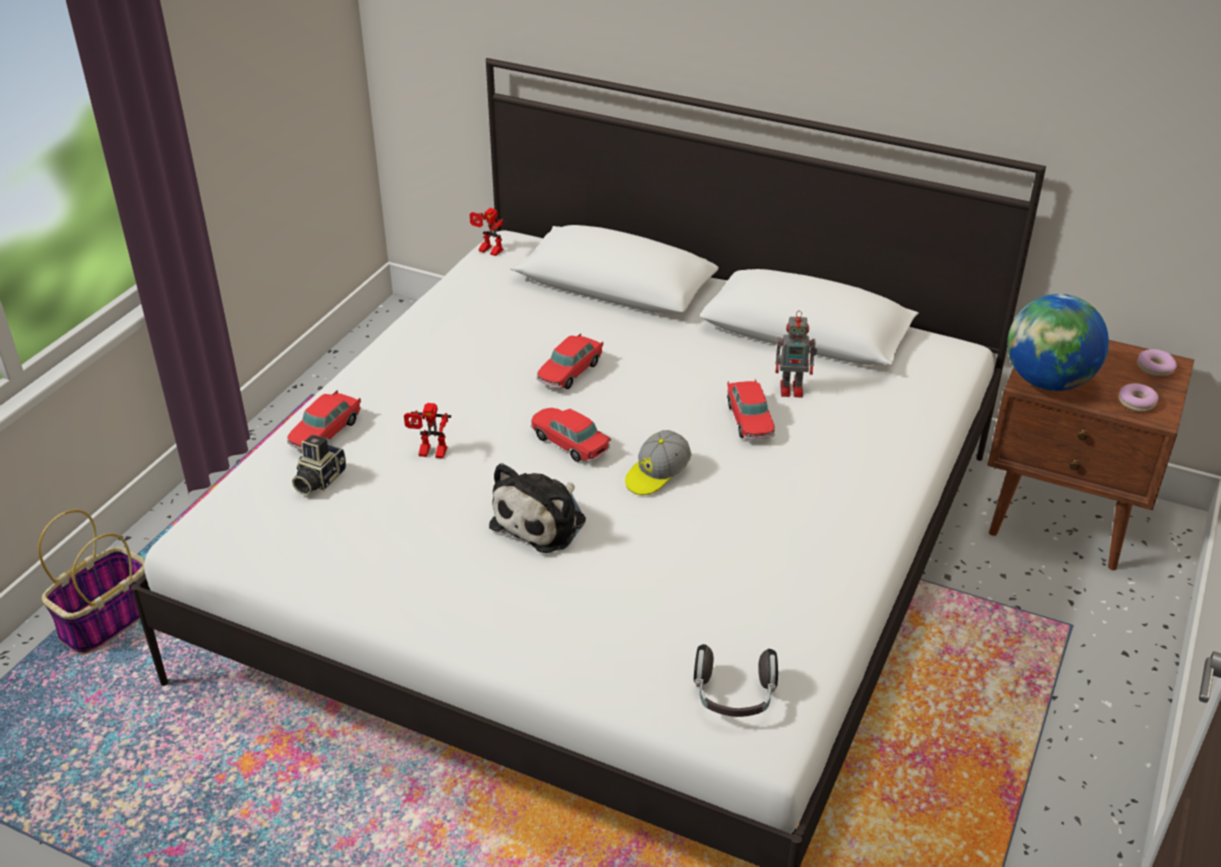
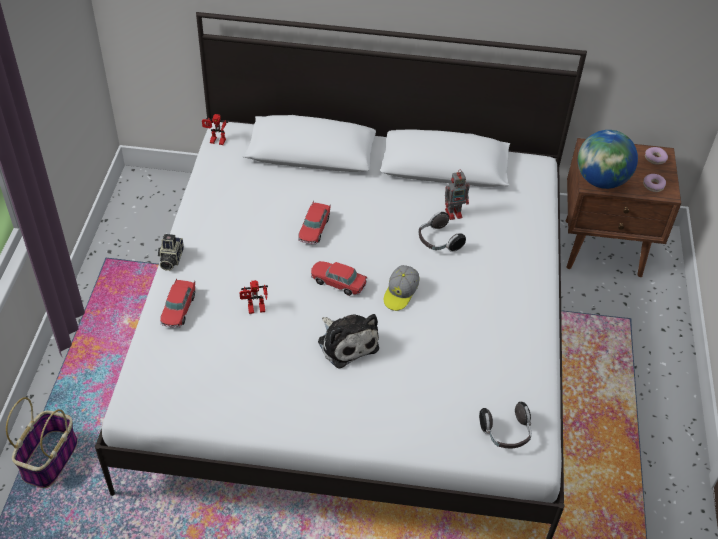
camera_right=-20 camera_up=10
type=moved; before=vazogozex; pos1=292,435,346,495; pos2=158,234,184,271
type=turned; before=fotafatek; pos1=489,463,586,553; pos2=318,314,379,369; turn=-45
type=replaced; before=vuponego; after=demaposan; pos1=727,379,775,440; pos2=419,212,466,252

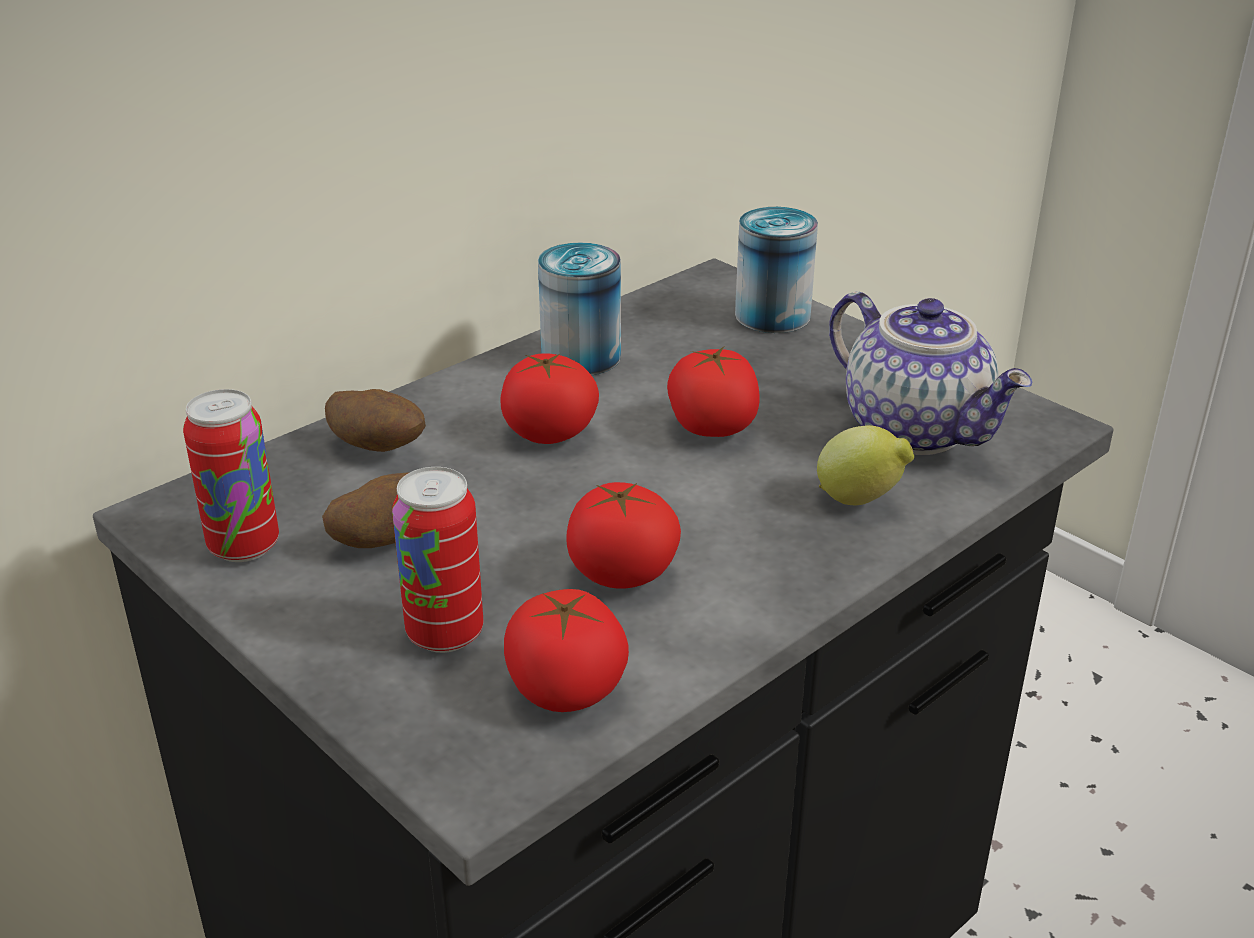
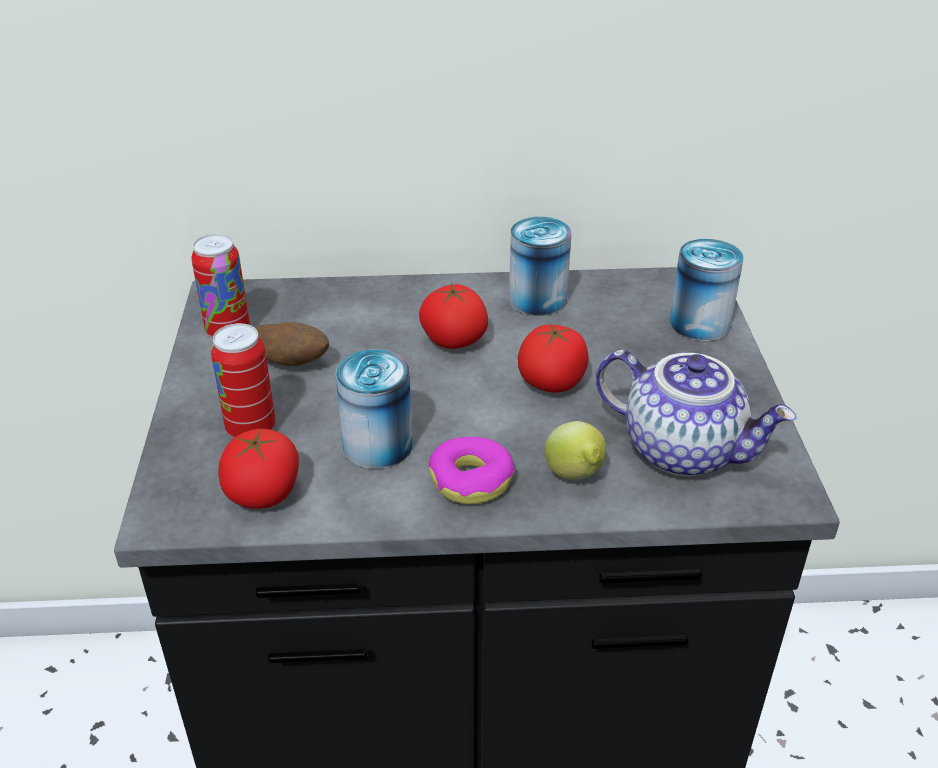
camera_right=40 camera_up=5
type=removed; before=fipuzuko; pos1=325,389,426,452
type=replaced; before=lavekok; after=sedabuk; pos1=566,482,681,589; pos2=336,349,413,469
type=turned; before=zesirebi; pos1=829,291,1032,455; pos2=596,350,796,477; turn=-60
type=added; after=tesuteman; pos2=429,437,515,504

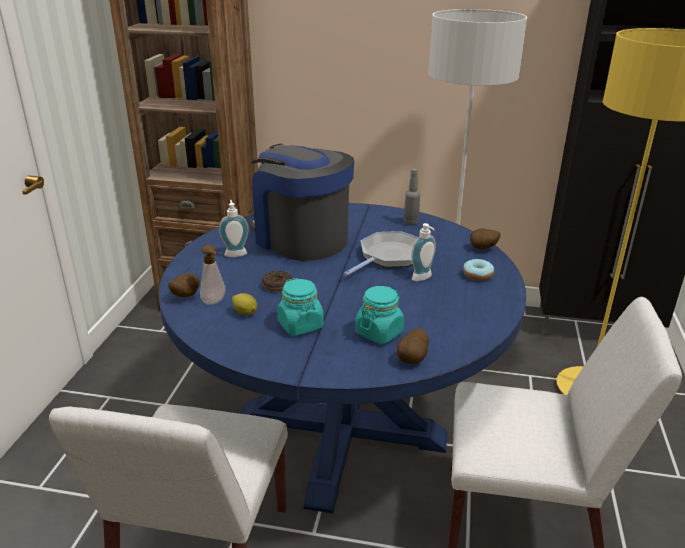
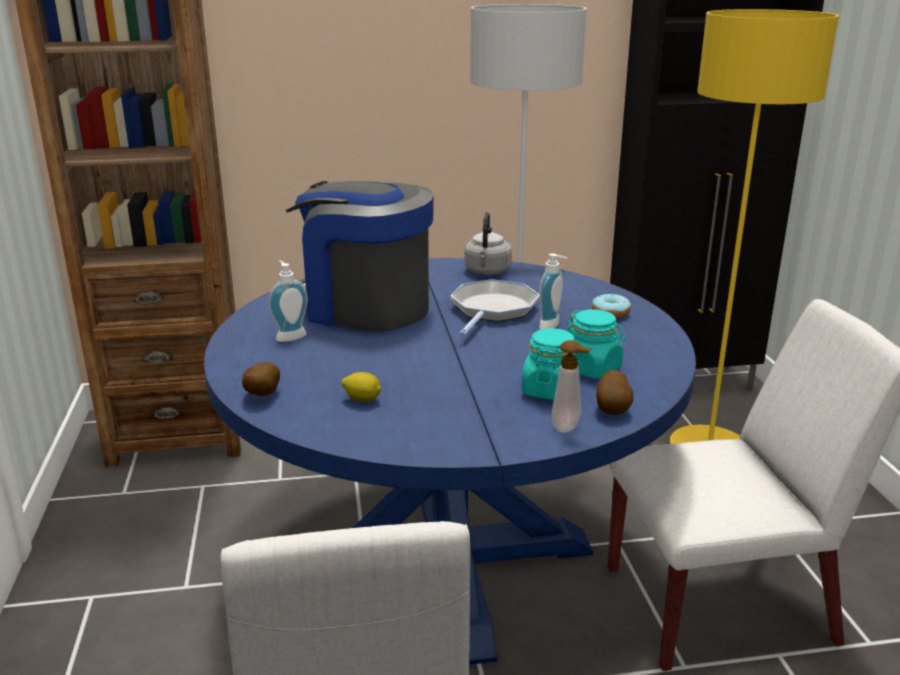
camera_right=-20 camera_up=-5
type=moved; before=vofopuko; pos1=200,245,226,305; pos2=552,340,591,433
type=removed; before=tesuteman; pos1=262,271,292,292
type=moved; before=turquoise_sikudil; pos1=277,278,324,336; pos2=567,309,626,379
type=replaced; before=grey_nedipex; after=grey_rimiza; pos1=404,168,420,226; pos2=464,212,512,275
type=removed; before=fipuzuko; pos1=470,228,501,250

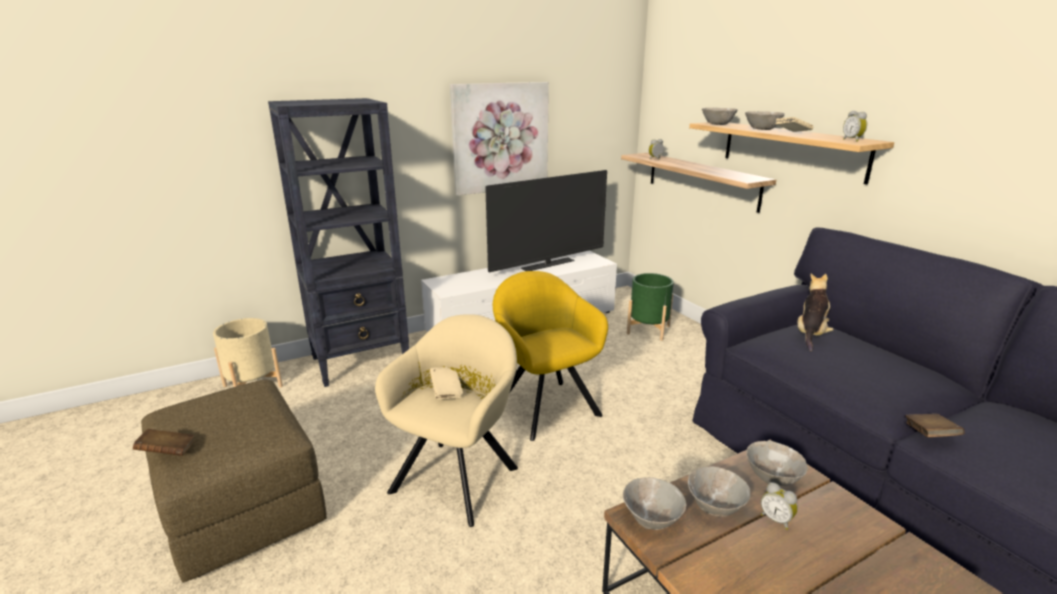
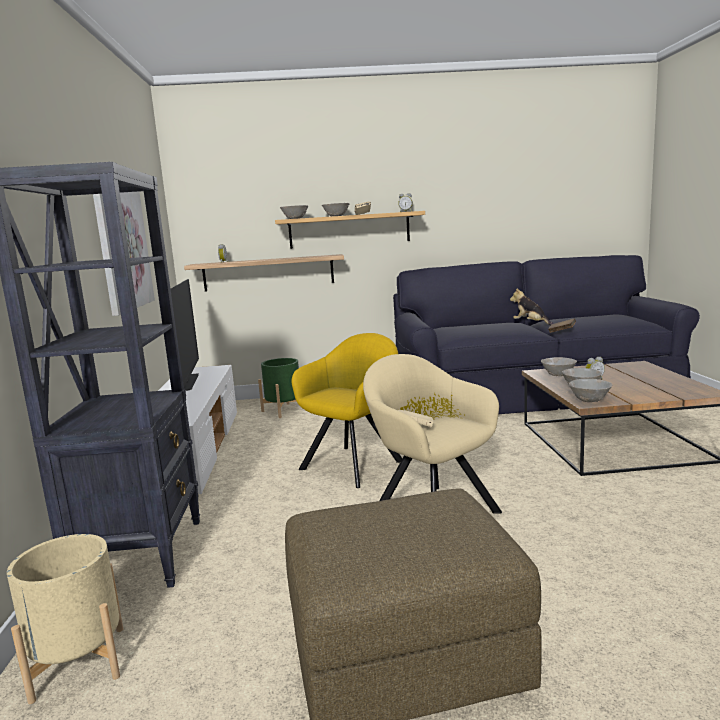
camera_right=-65 camera_up=-10
type=removed; before=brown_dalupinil; pos1=133,429,194,456
type=turned; before=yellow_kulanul; pos1=493,271,608,441; pos2=292,333,402,488; turn=135
type=moved; before=fotafatek; pos1=797,274,834,351; pos2=510,288,553,326

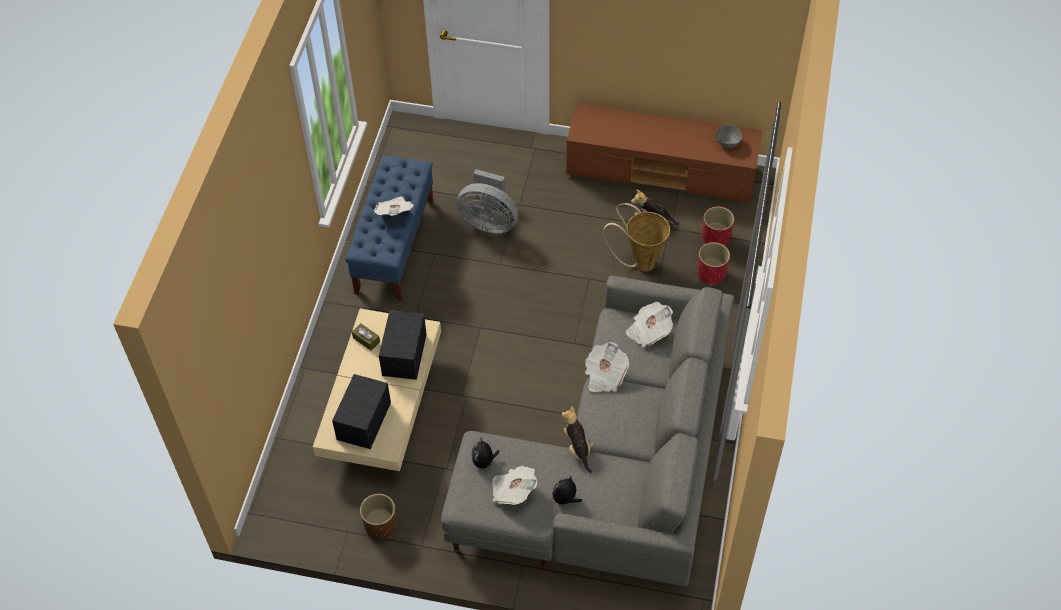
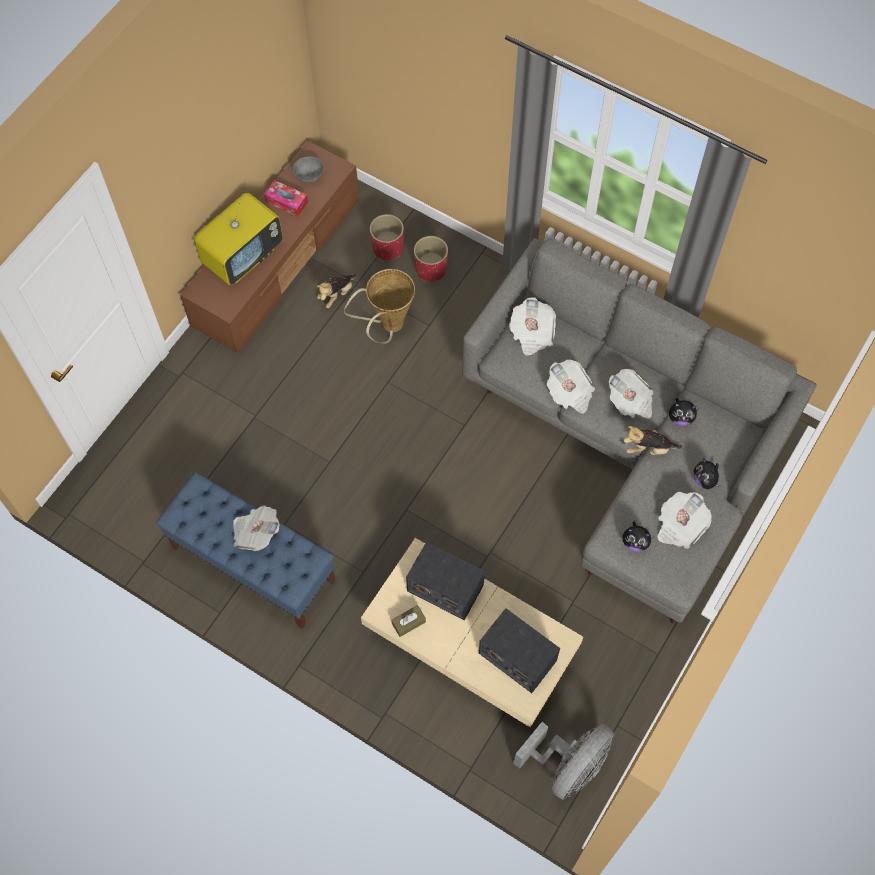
camera_right=-70 camera_up=10
type=removed; before=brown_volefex; pos1=360,494,397,540
type=moved; before=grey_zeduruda; pos1=457,169,518,234; pos2=513,722,614,800
type=added; after=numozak; pos2=194,193,283,285
type=added; after=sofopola; pos2=264,180,308,217
type=added; after=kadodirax; pos2=609,369,653,419
type=added; after=fotafatek; pos2=669,398,697,426

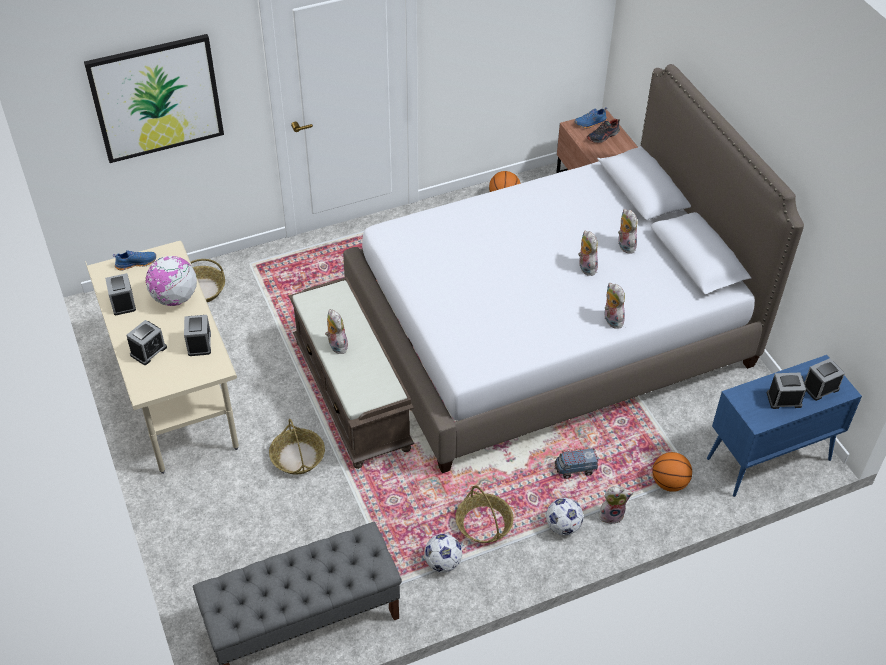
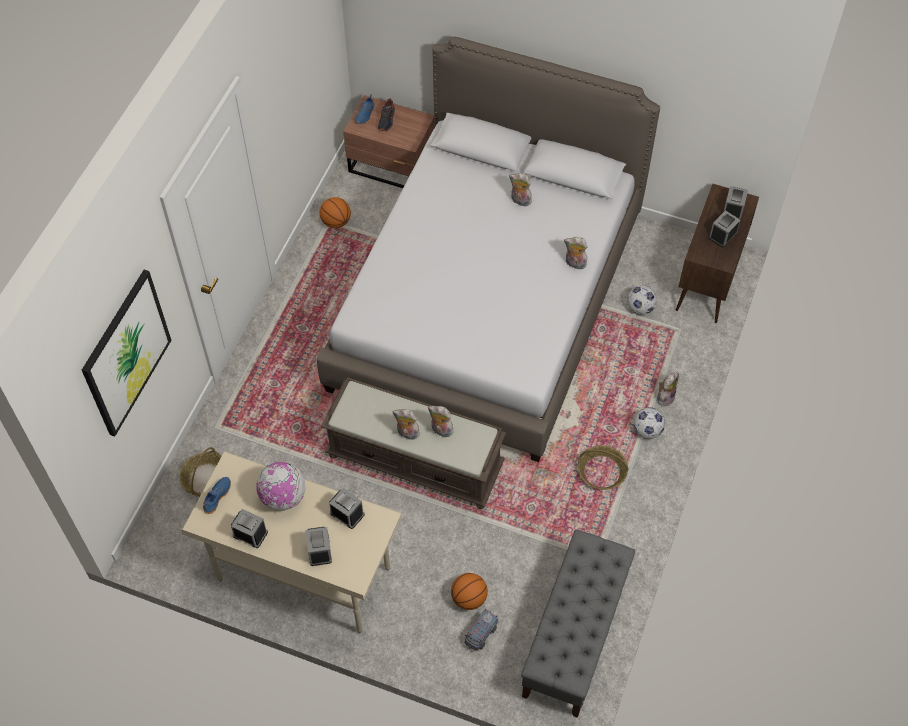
camera_right=-45 camera_up=10
type=removed; before=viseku; pos1=269,419,325,475
type=moved; before=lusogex; pos1=424,534,462,572; pos2=627,285,657,315
type=moved; before=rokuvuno; pos1=554,448,598,479; pos2=464,609,498,651
type=moved; before=fotafatek; pos1=578,231,598,276; pos2=428,406,454,437
type=moved; before=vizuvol; pos1=652,452,692,492; pos2=451,573,488,610
type=recoloured; before=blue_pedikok; after=brown_pedikok; pos1=707,355,862,497; pos2=676,184,759,323

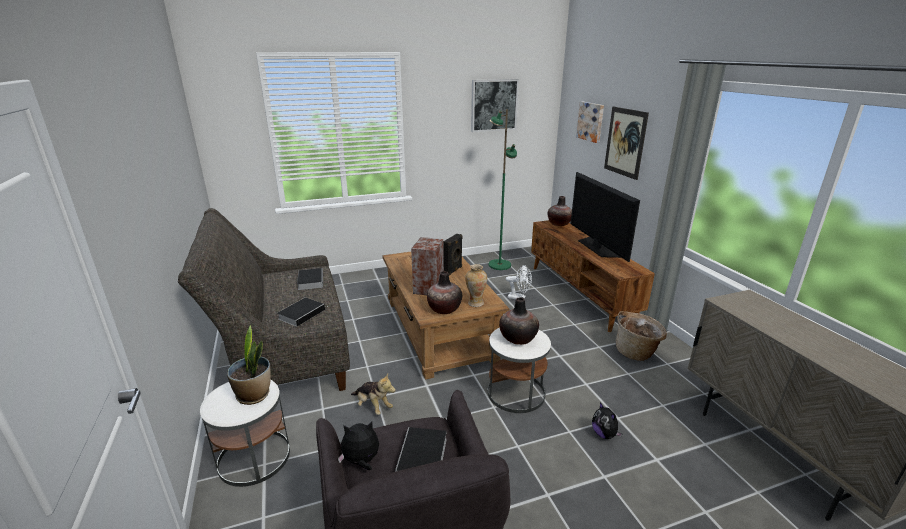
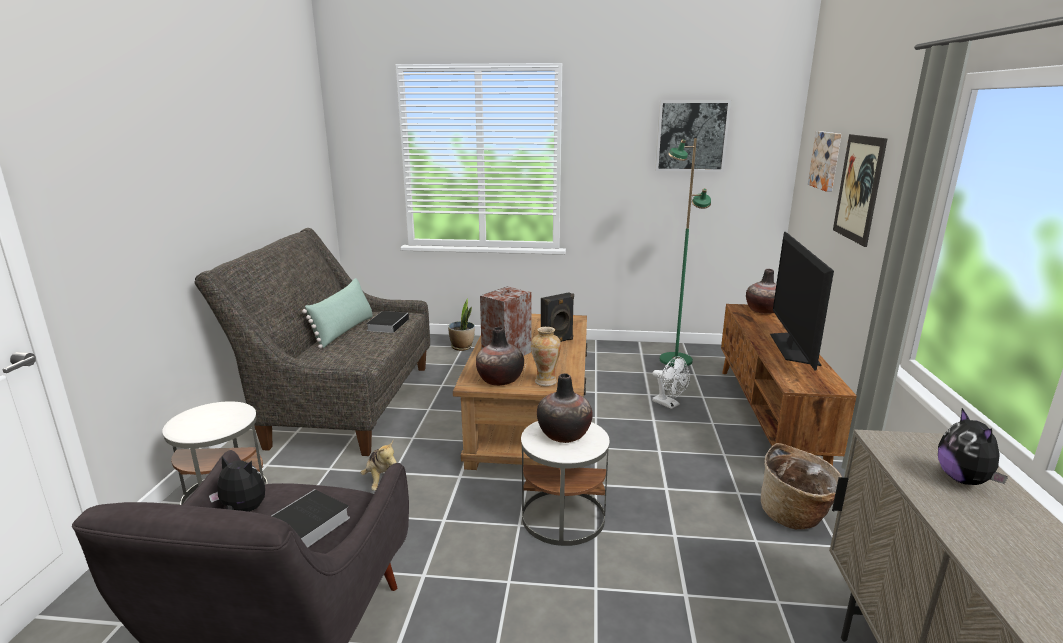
camera_right=25 camera_up=-5
type=moved; before=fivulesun; pos1=227,325,271,405; pos2=448,299,475,351
type=removed; before=dalupinil; pos1=277,298,328,327
type=moved; before=fotafatek; pos1=592,402,623,439; pos2=938,408,1008,485
type=added; after=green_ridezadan; pos2=302,278,373,349

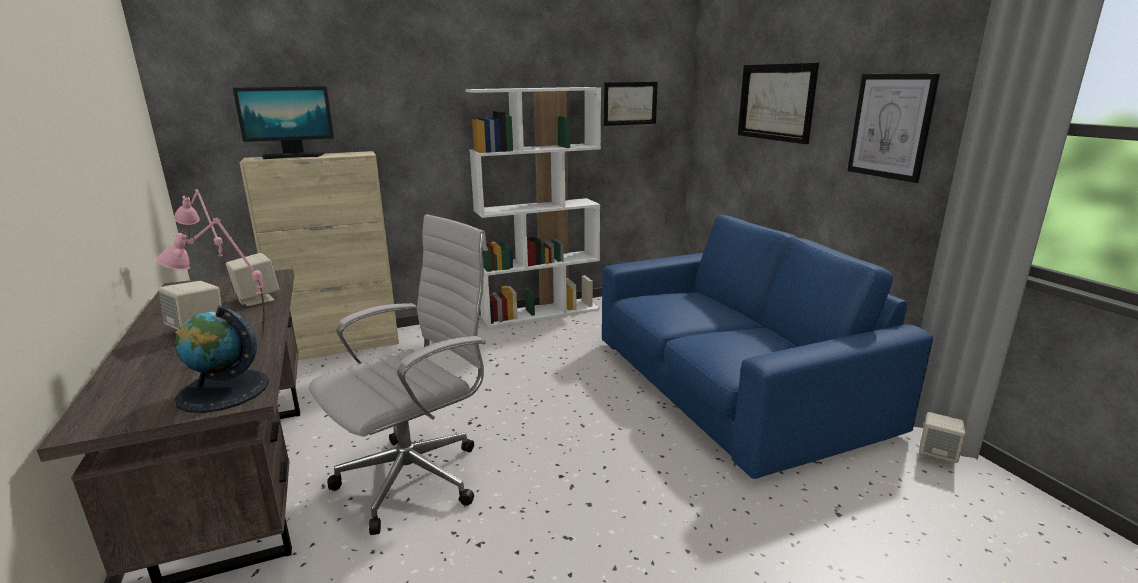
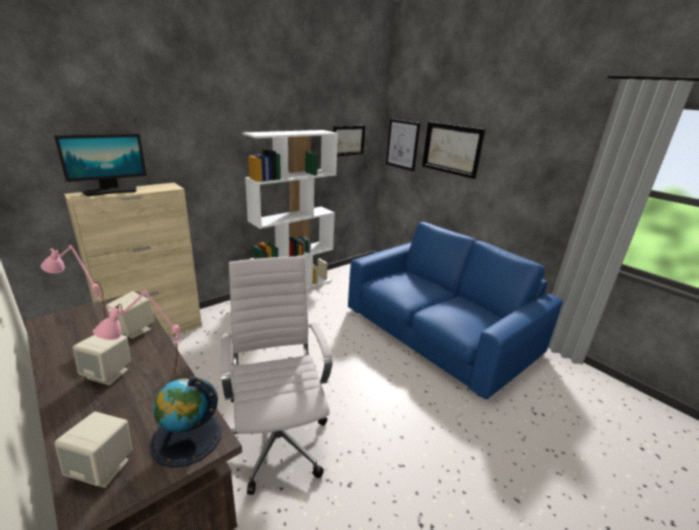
camera_right=-20 camera_up=5
type=turned; before=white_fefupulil; pos1=309,214,488,535; pos2=220,256,333,495; turn=-45
type=moved; before=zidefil; pos1=847,73,940,183; pos2=386,119,420,171
type=moved; before=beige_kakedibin; pos1=919,412,965,468; pos2=54,412,132,488

